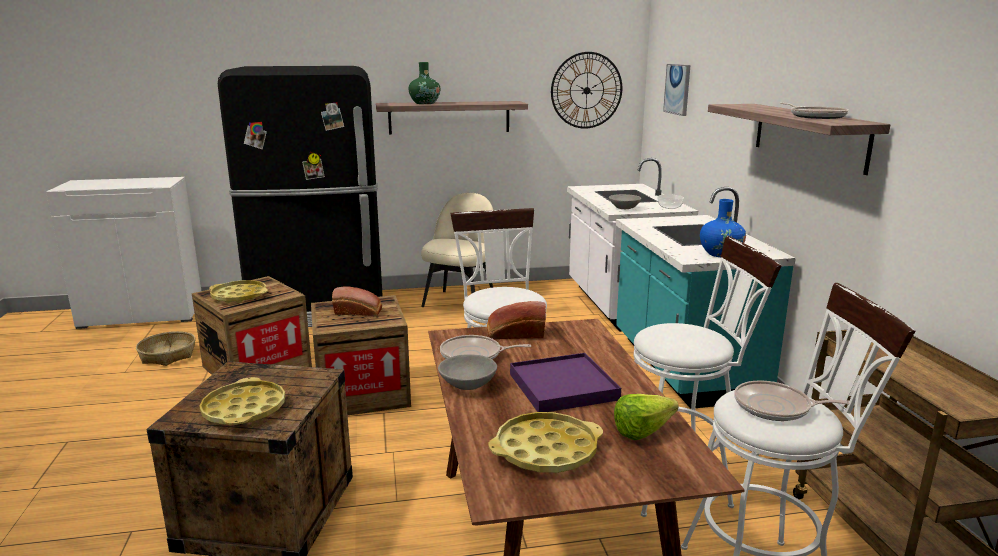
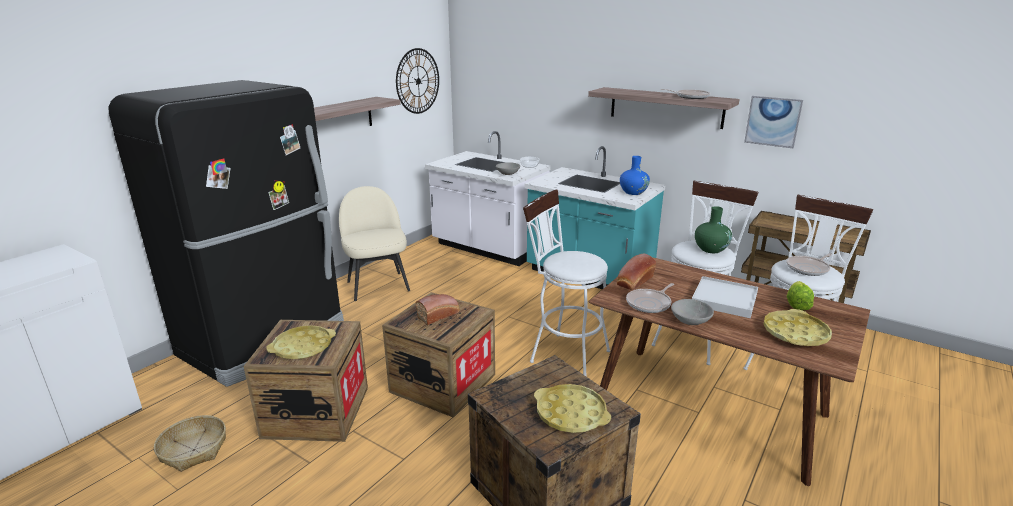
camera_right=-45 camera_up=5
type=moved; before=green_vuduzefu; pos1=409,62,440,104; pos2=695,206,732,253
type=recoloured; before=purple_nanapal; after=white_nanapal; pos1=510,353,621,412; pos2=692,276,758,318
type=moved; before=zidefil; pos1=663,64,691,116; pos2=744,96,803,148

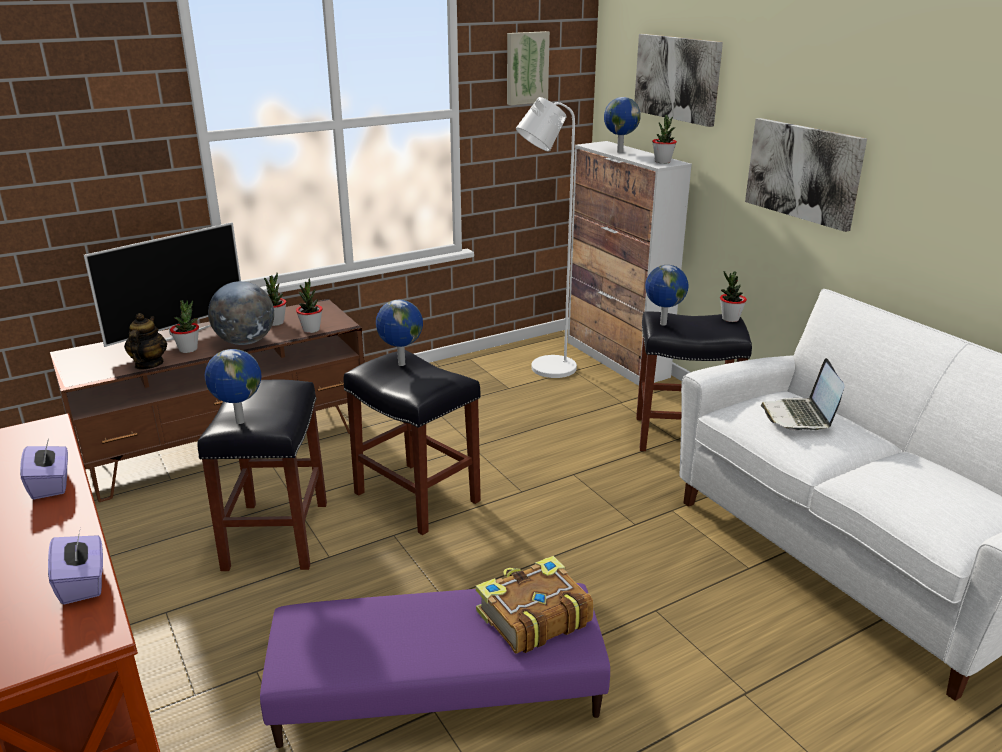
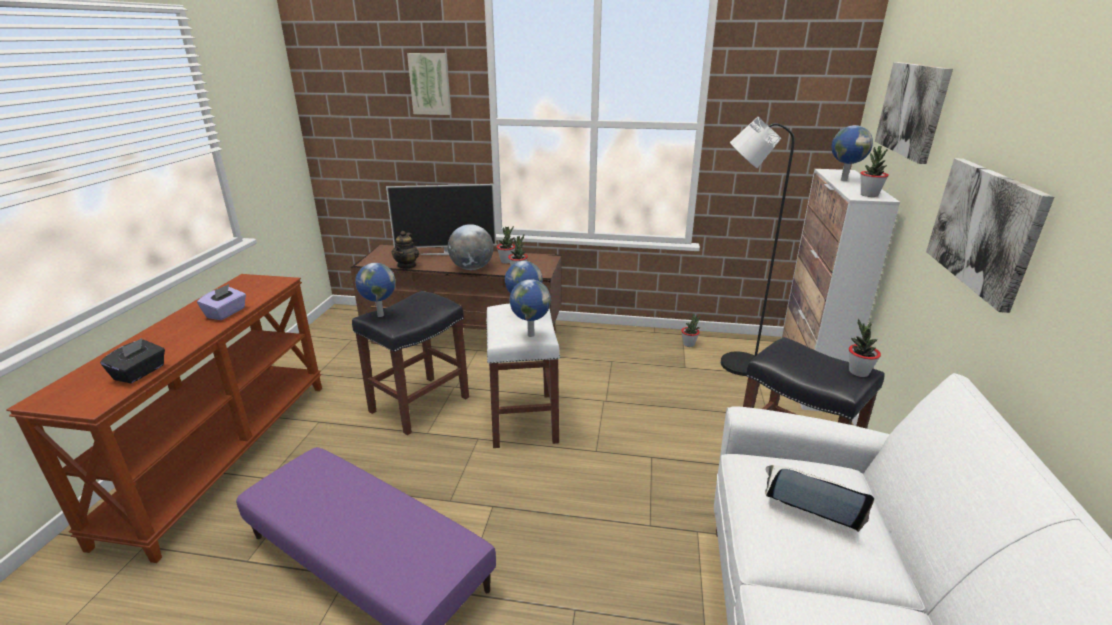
camera_right=40 camera_up=0
type=recoloured; before=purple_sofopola; after=black_sofopola; pos1=48,528,103,605; pos2=100,338,165,383
type=turned; before=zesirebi; pos1=124,313,167,370; pos2=392,231,419,269; turn=150
type=moved; before=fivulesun; pos1=170,300,199,353; pos2=681,314,700,347
type=recoloured; before=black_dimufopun; after=white_dimufopun; pos1=343,350,481,535; pos2=486,304,560,448
type=removed; before=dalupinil; pos1=476,556,594,654
type=moved; before=zidefil; pos1=507,31,550,105; pos2=407,53,451,115
type=recoloured; before=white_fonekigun; after=black_fonekigun; pos1=516,97,577,378; pos2=721,117,795,376
type=moved; before=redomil; pos1=645,265,689,326; pos2=510,279,551,337
type=turned; before=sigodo; pos1=761,358,844,431; pos2=765,465,874,532; turn=75

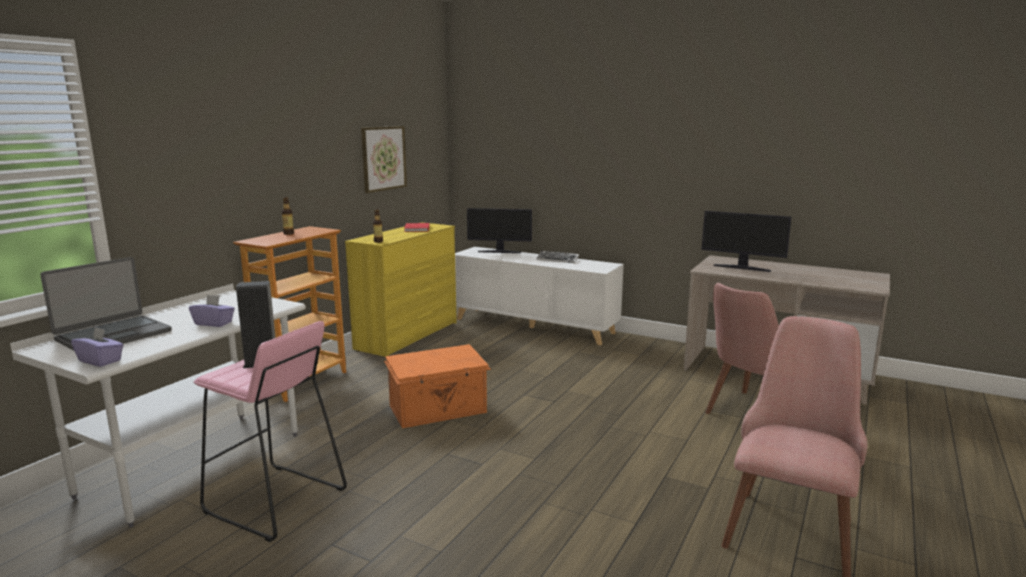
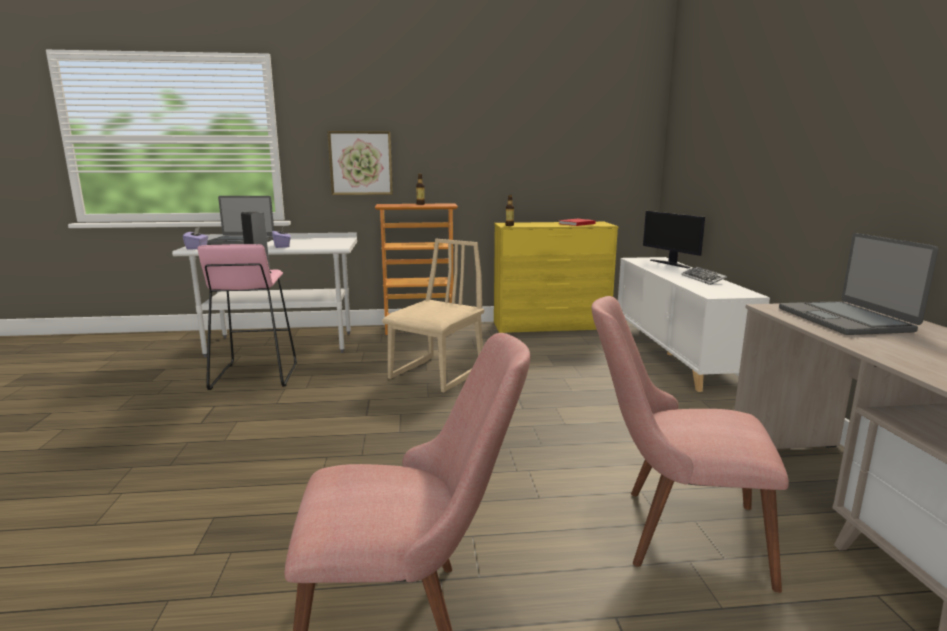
camera_right=55 camera_up=0
type=moved; before=zidefil; pos1=361,126,407,193; pos2=328,131,393,195
type=replaced; before=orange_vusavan; after=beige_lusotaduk; pos1=384,344,491,428; pos2=382,239,484,393
type=replaced; before=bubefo; after=sigodo; pos1=701,211,791,272; pos2=779,233,939,335

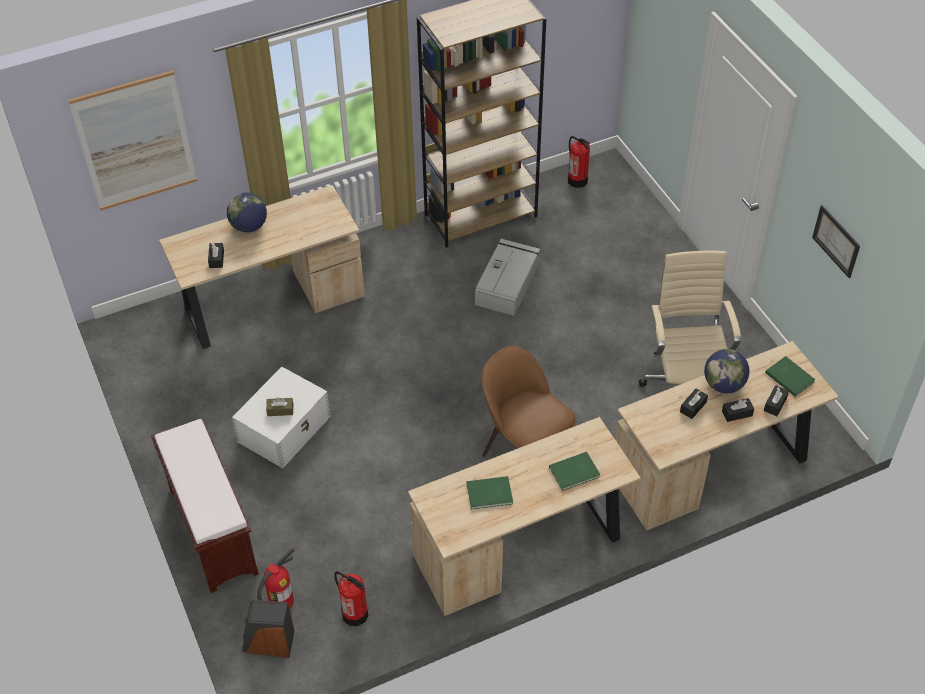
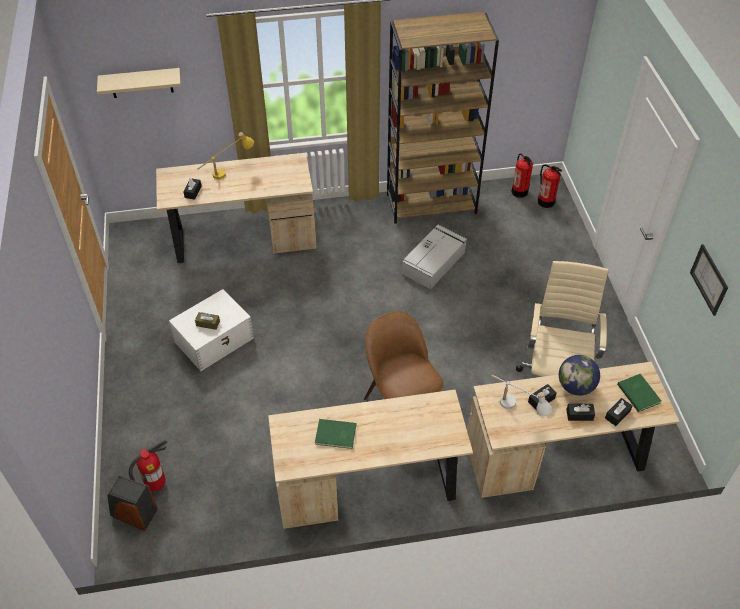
camera_right=15 camera_up=0
type=replaced; before=zidefil; after=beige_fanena; pos1=68,70,197,211; pos2=97,68,181,98
type=removed; before=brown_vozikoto; pos1=151,419,259,593
type=replaced; before=redomil; after=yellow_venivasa; pos1=227,193,267,233; pos2=197,132,254,179
type=moved; before=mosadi; pos1=334,572,368,626; pos2=538,164,562,208
type=removed; before=green_dalupinil; pos1=549,452,600,491
type=added; after=white_venivasa; pos2=491,375,553,416

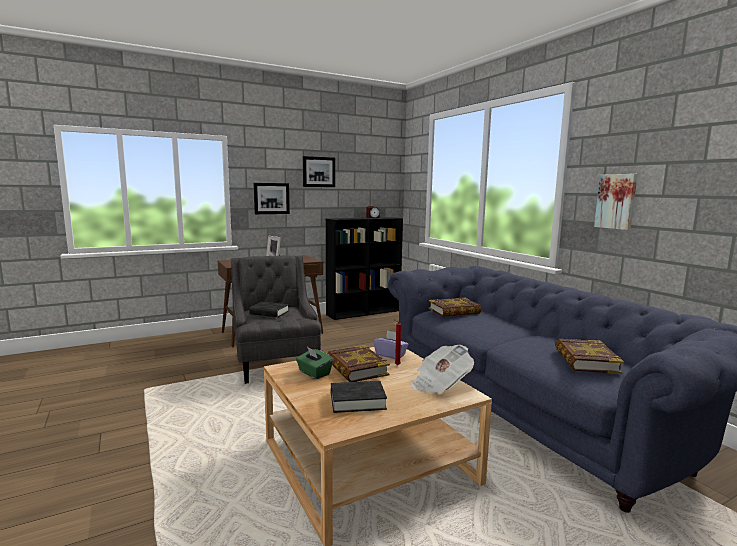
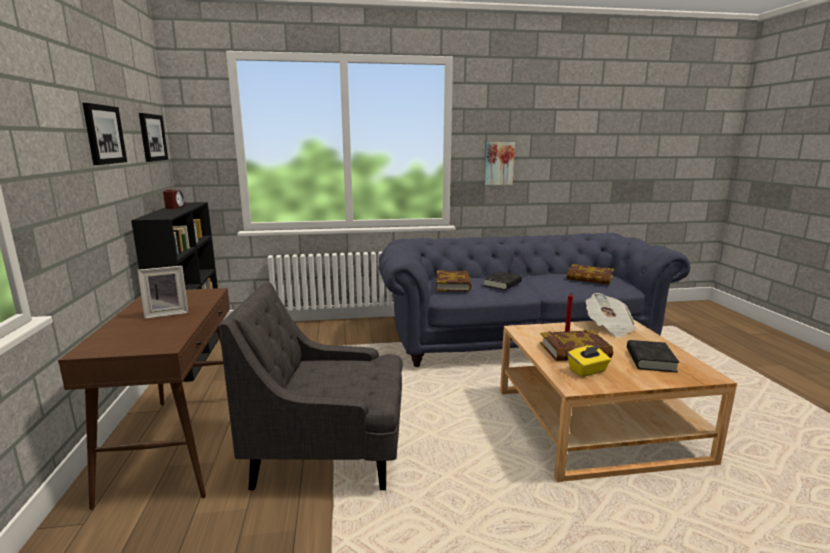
camera_right=-70 camera_up=5
type=moved; before=black_dalupinil; pos1=249,302,289,317; pos2=483,271,522,290
type=moved; before=zidefil; pos1=253,183,290,214; pos2=139,113,168,162
type=recoloured; before=green_sofopola; after=yellow_sofopola; pos1=296,347,333,379; pos2=567,345,611,377
type=removed; before=purple_sofopola; pos1=373,330,408,359

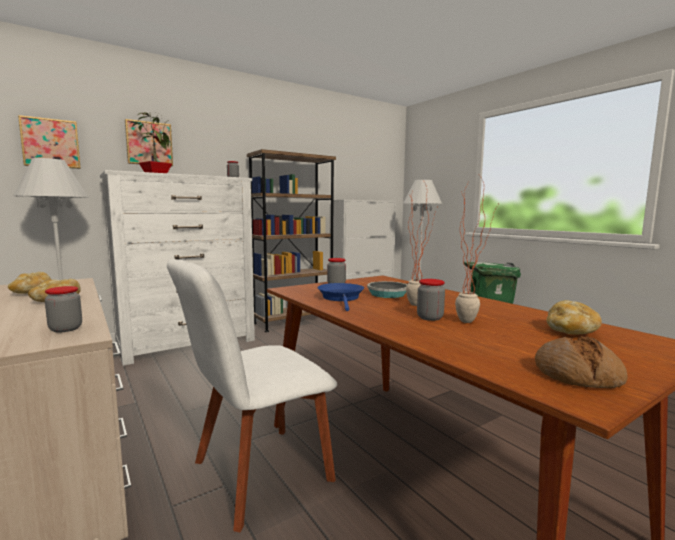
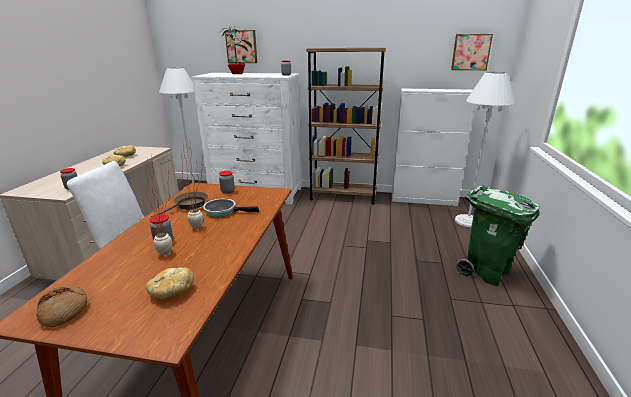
camera_right=45 camera_up=15
type=moved; before=zidefil; pos1=18,115,81,169; pos2=451,34,493,70
type=recoloured; before=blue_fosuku; after=brown_fosuku; pos1=317,283,364,311; pos2=151,192,208,217

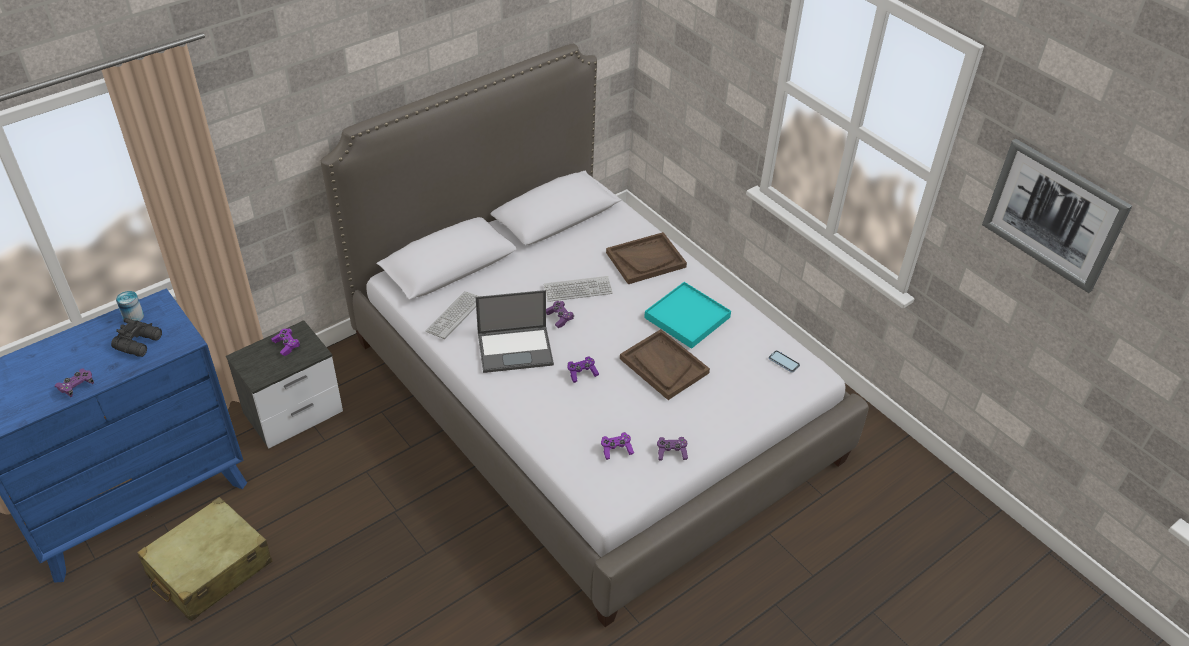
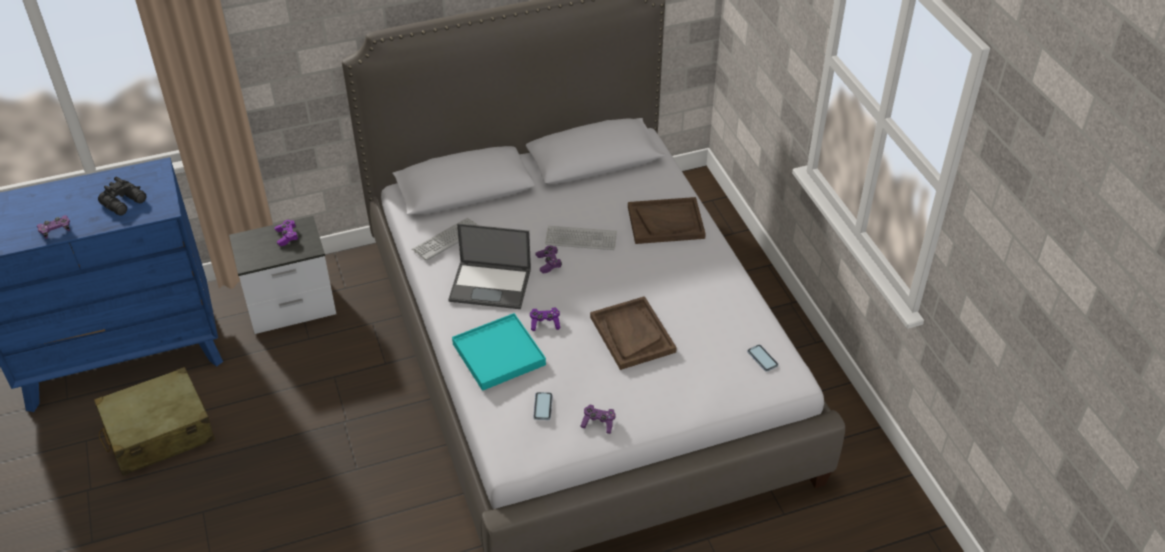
camera_right=20 camera_up=0
type=removed; before=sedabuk; pos1=116,291,144,321
type=replaced; before=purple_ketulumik; after=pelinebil; pos1=601,432,634,460; pos2=533,392,552,420
type=moved; before=turquoise_nanapal; pos1=644,282,731,349; pos2=452,313,546,391
type=removed; before=zidefil; pos1=982,139,1132,293

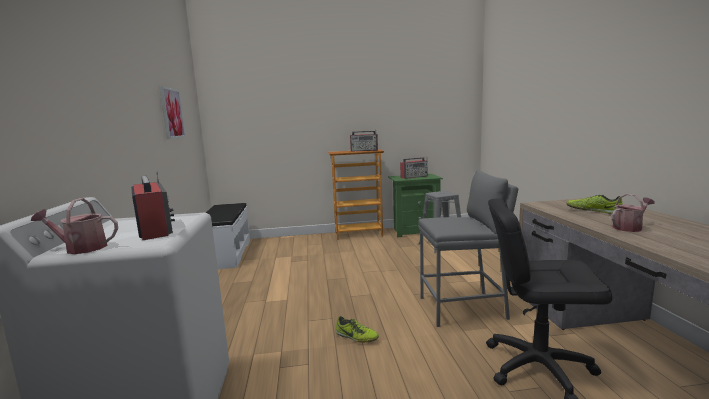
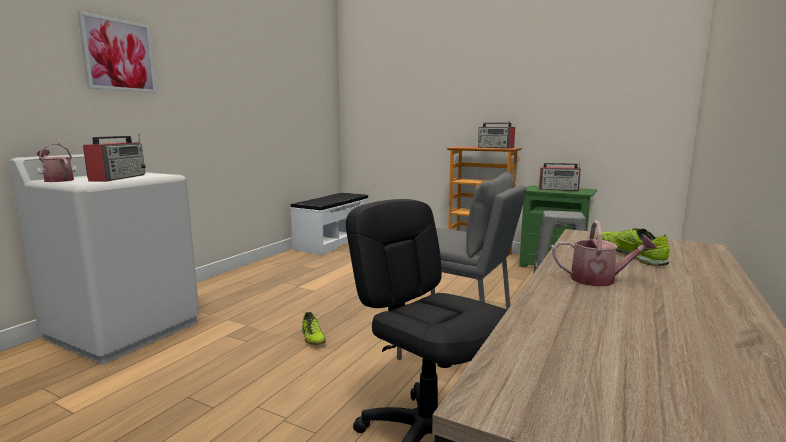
camera_right=35 camera_up=0
type=moved; before=zidefil; pos1=160,86,186,139; pos2=78,11,157,93

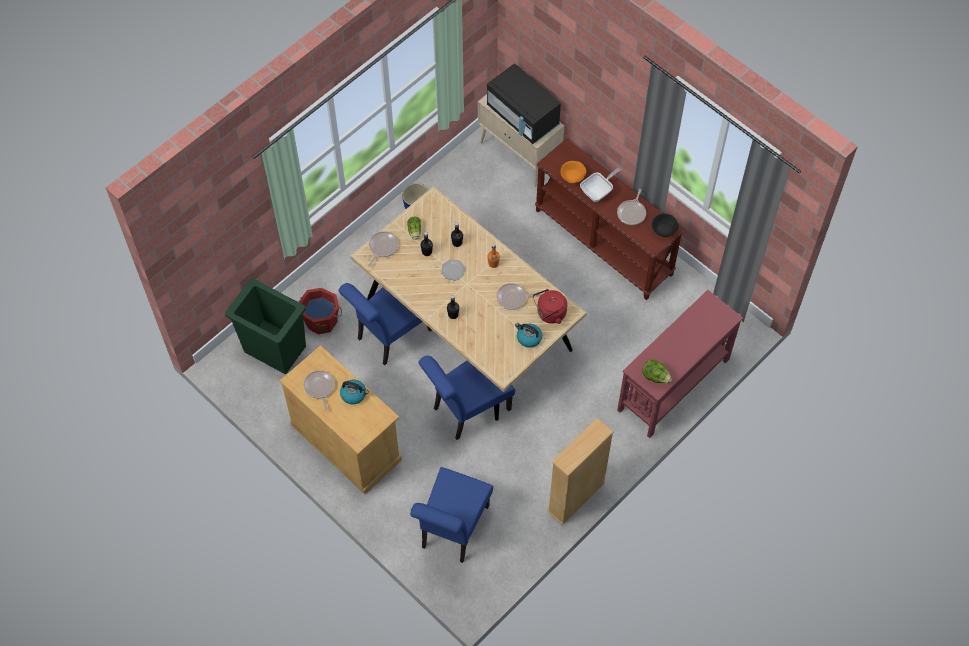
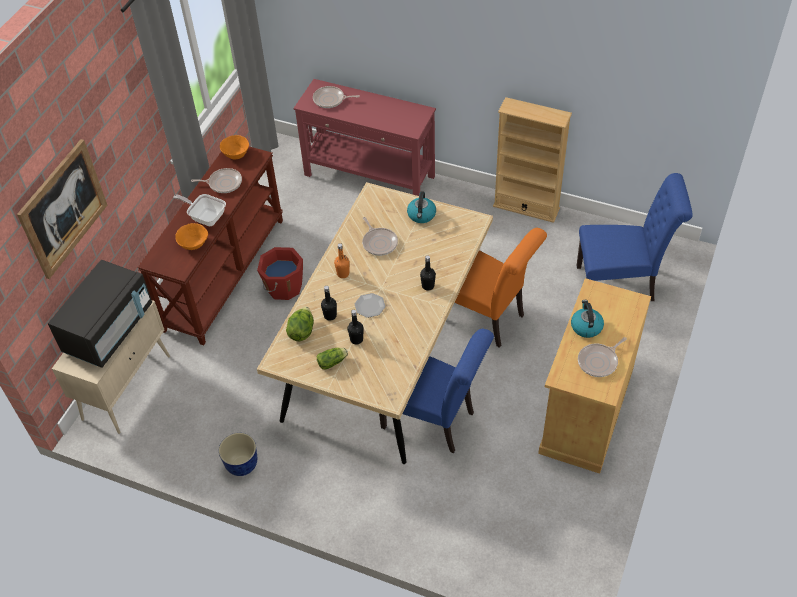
camera_right=-110 camera_up=-10
type=removed; before=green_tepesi; pos1=225,279,306,374
type=moved; before=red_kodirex; pos1=299,288,342,334; pos2=257,247,303,300
type=moved; before=fosuku; pos1=368,231,398,266; pos2=313,86,360,108
type=recoloured; before=blue_lusotaduk; after=orange_lusotaduk; pos1=418,355,515,440; pos2=455,228,547,348
type=removed; before=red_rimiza; pos1=533,289,567,324
type=moved; before=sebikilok; pos1=642,359,672,383; pos2=286,307,314,341
type=recoloured; before=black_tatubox; after=orange_tatubox; pos1=652,213,679,237; pos2=220,135,249,159
type=added; after=zidefil; pos2=17,139,107,279

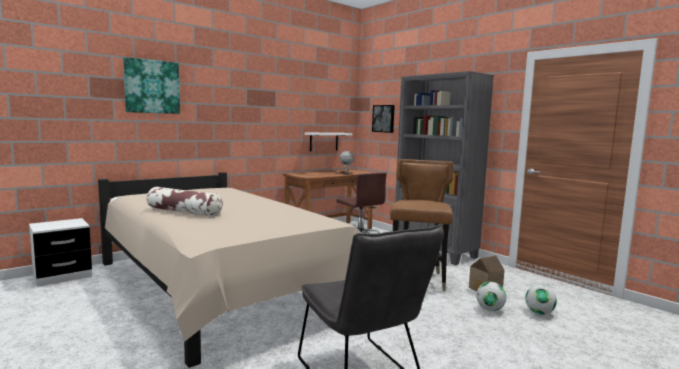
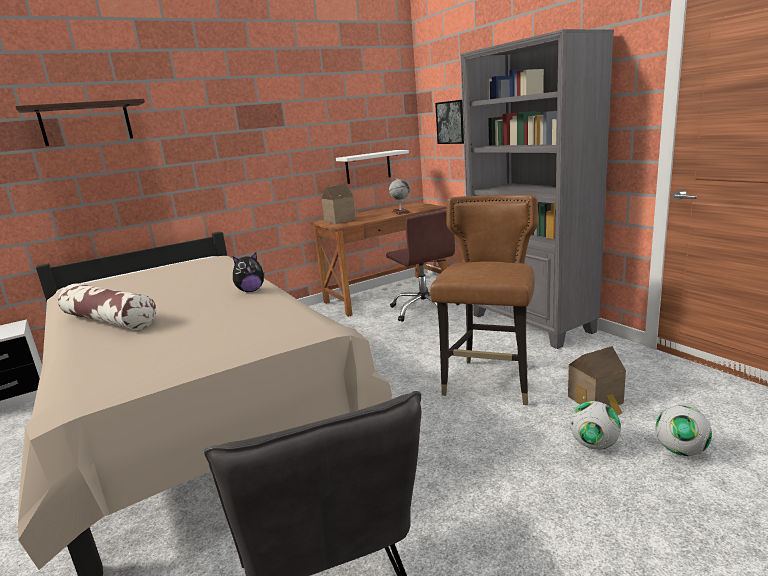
camera_right=10 camera_up=10
type=replaced; before=zidefil; after=fanena; pos1=123,57,180,114; pos2=15,99,145,146
type=added; after=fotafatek; pos2=233,252,264,292
type=added; after=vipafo; pos2=321,184,356,224

